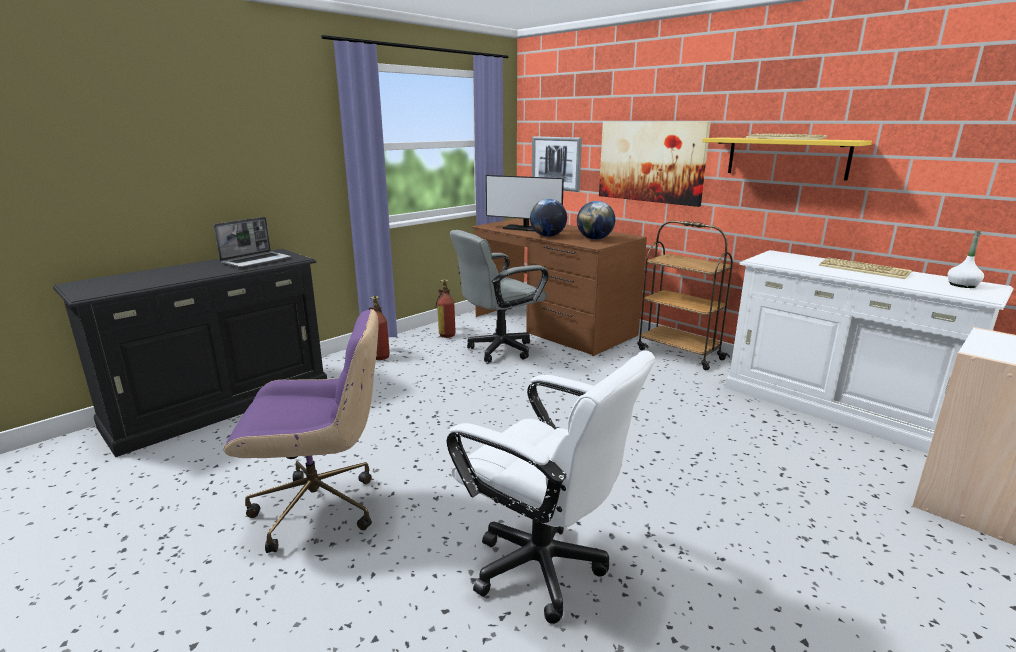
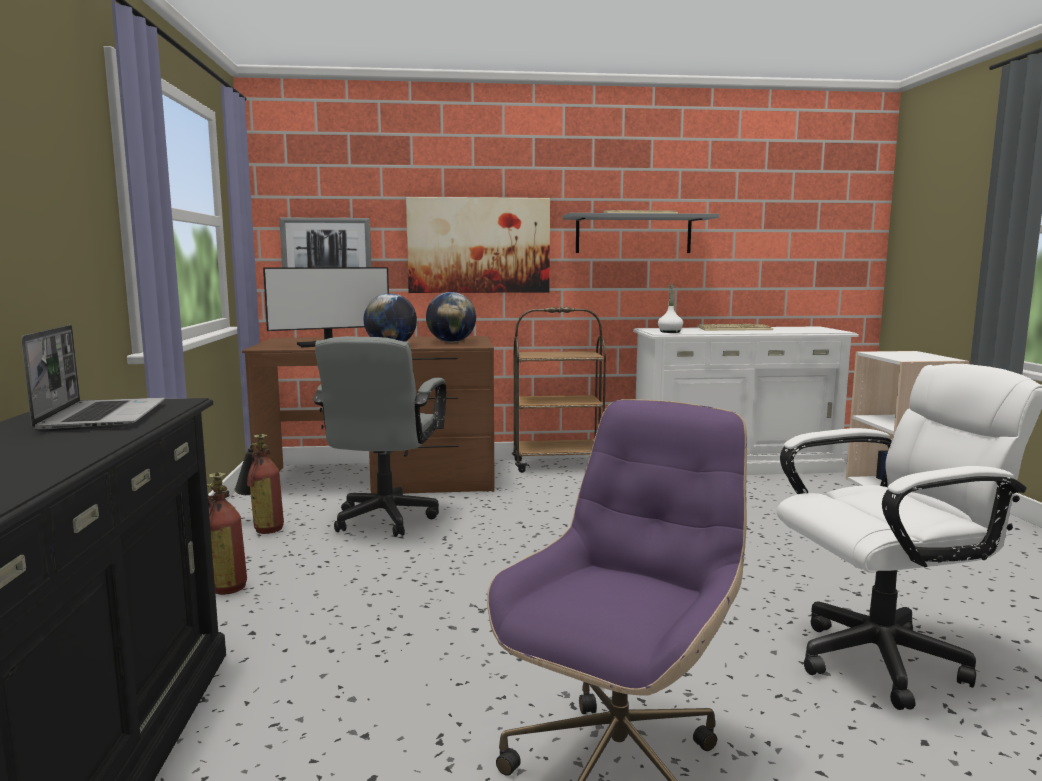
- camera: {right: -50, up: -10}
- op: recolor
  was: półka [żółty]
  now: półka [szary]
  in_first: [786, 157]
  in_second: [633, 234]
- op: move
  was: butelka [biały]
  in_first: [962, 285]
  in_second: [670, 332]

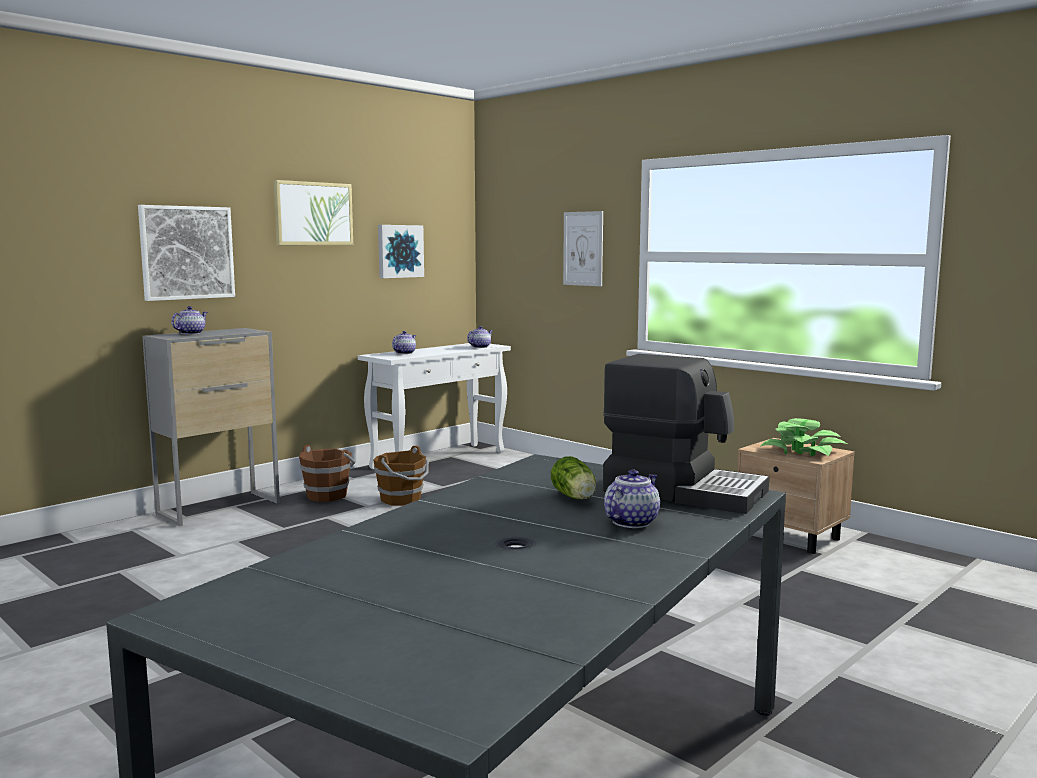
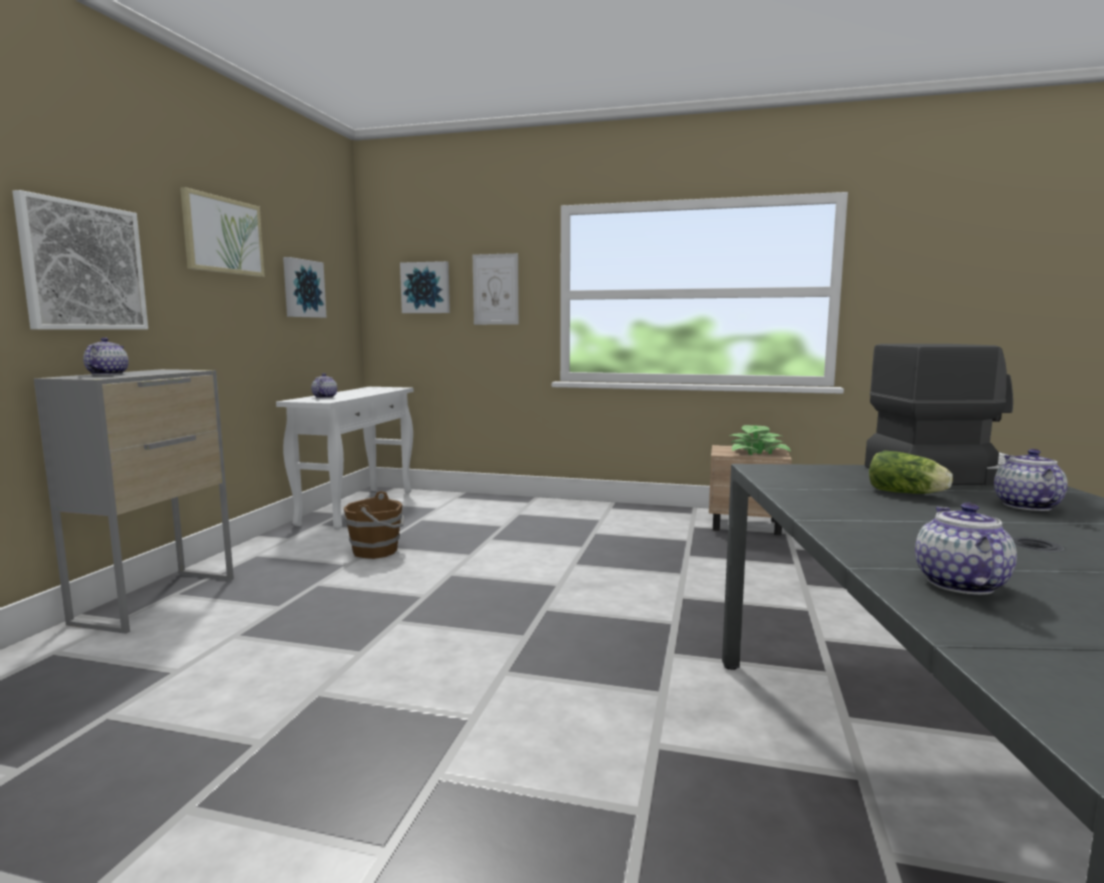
- camera: {right: -30, up: 0}
- op: delete
  was: wiadro [brązowy]
  in_first: [327, 495]
- op: move
  was: imbryk
  in_first: [480, 347]
  in_second: [958, 583]
- op: insert
  now: obraz
  in_second: [426, 288]

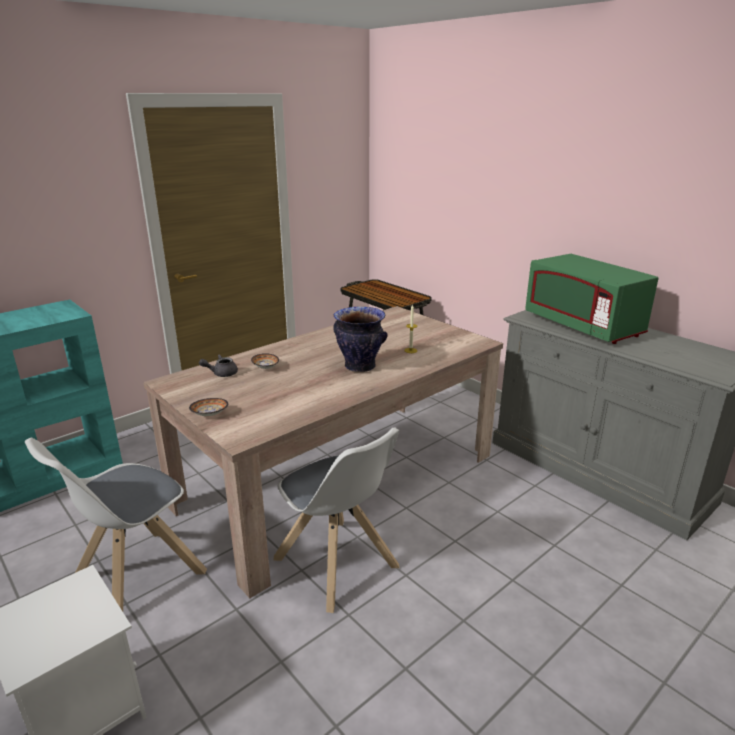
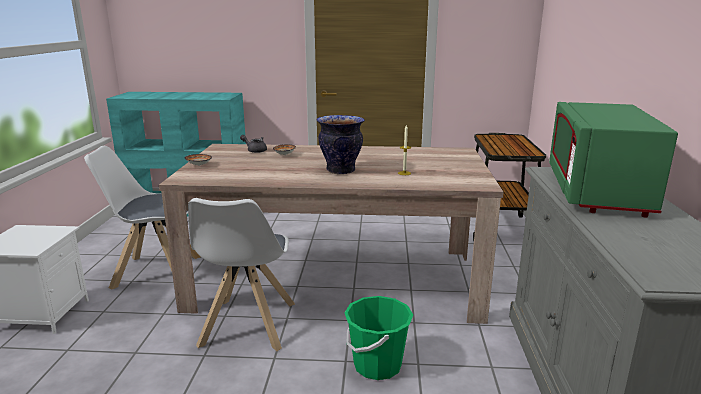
- camera: {right: 45, up: -5}
- op: insert
  now: wiadro [zielony]
  in_second: [377, 365]

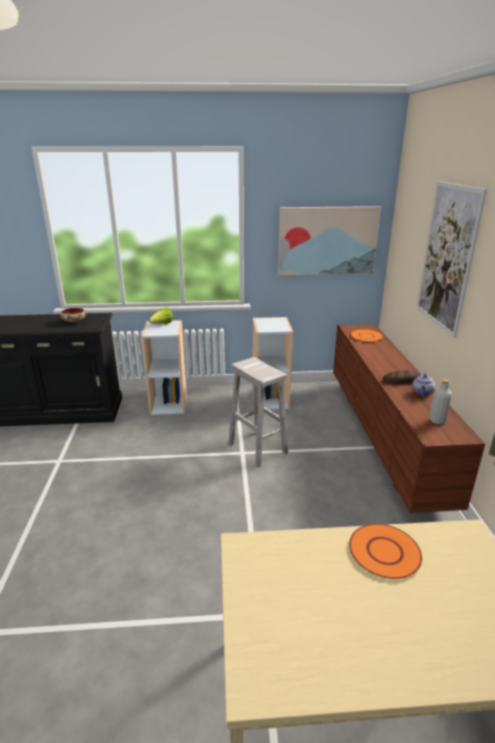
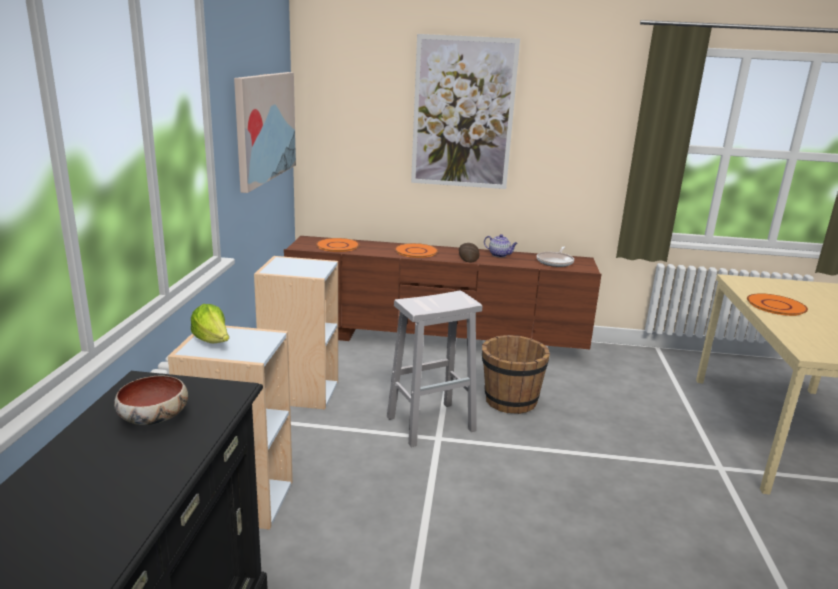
- camera: {right: -80, up: -5}
- op: replace
  was: butelka [szary]
  now: patelnia
  in_first: [437, 420]
  in_second: [555, 262]
- op: insert
  now: talerz [pomarańczowy]
  in_second: [416, 251]
- op: insert
  now: wiadro [brązowy]
  in_second: [510, 401]

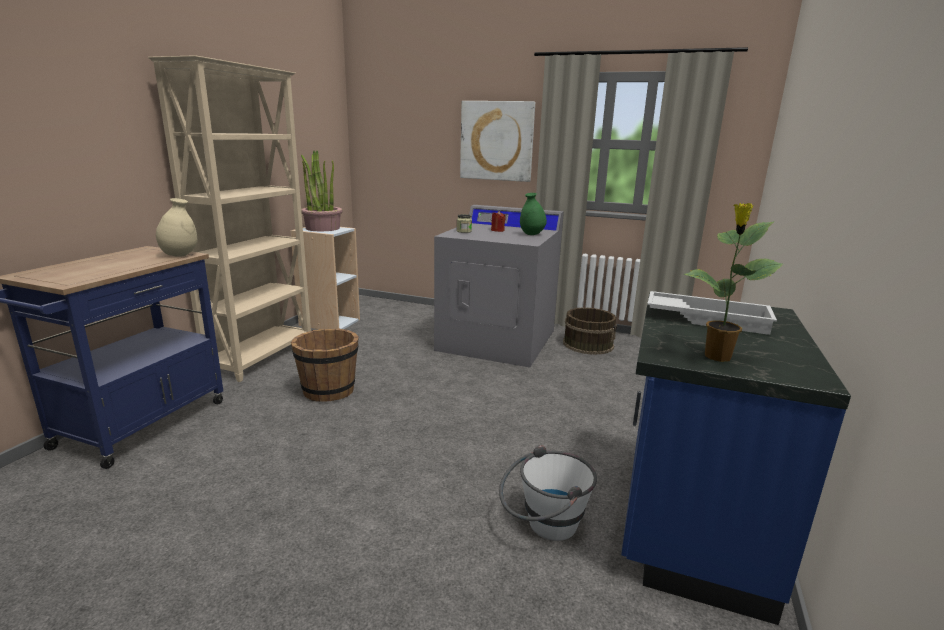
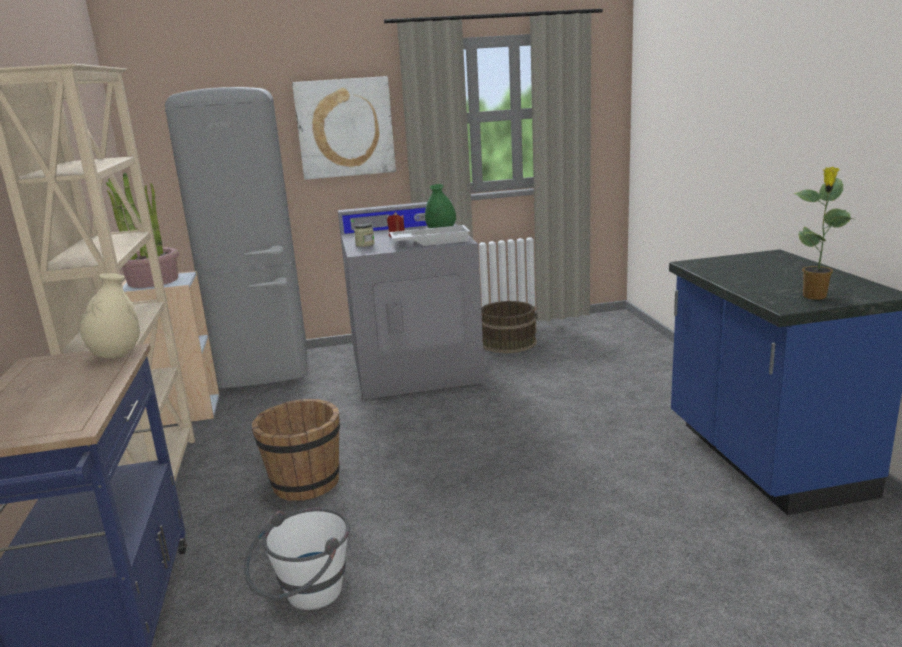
- camera: {right: -30, up: 0}
- op: move
  was: wiadro [biały]
  in_first: [543, 526]
  in_second: [306, 598]
- op: move
  was: taca [biały]
  in_first: [707, 319]
  in_second: [430, 241]
- op: insert
  now: lodówka [szary]
  in_second: [265, 369]

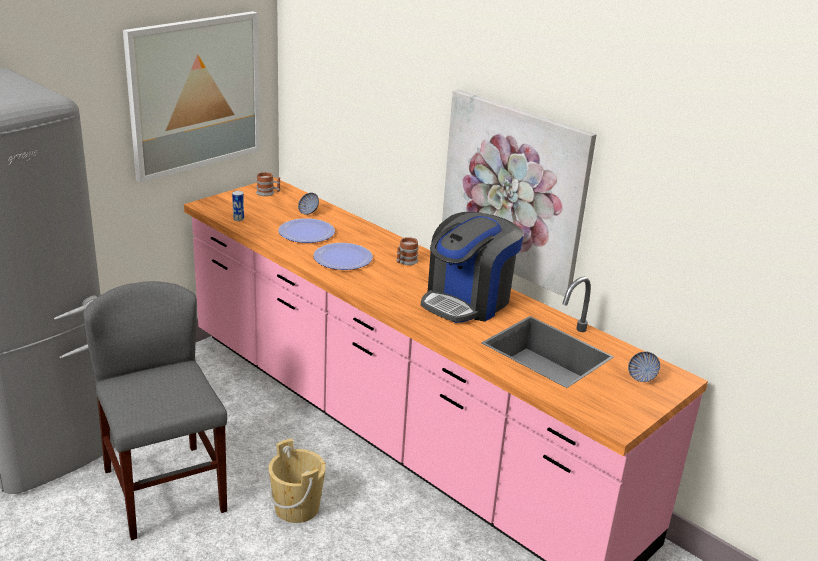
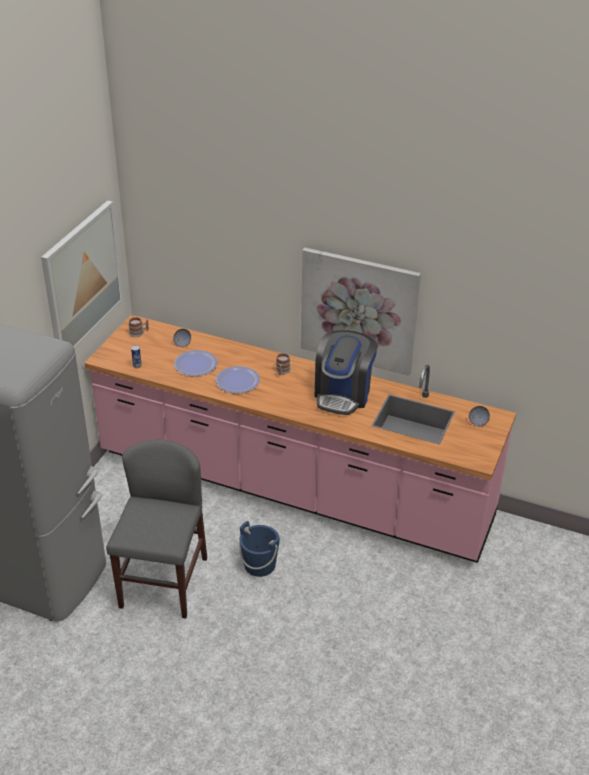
- camera: {right: -20, up: 10}
- op: rotate
  was: krzesło [szary]
  in_first: [165, 490]
  in_second: [163, 582]
  clockwise: 60
- op: recolor
  was: wiadro [beżowy]
  now: wiadro [niebieski]
  in_first: [297, 507]
  in_second: [259, 565]

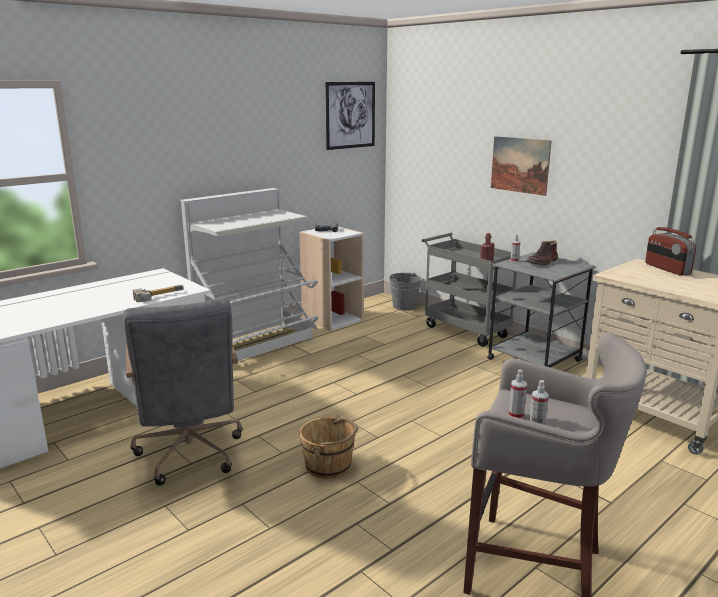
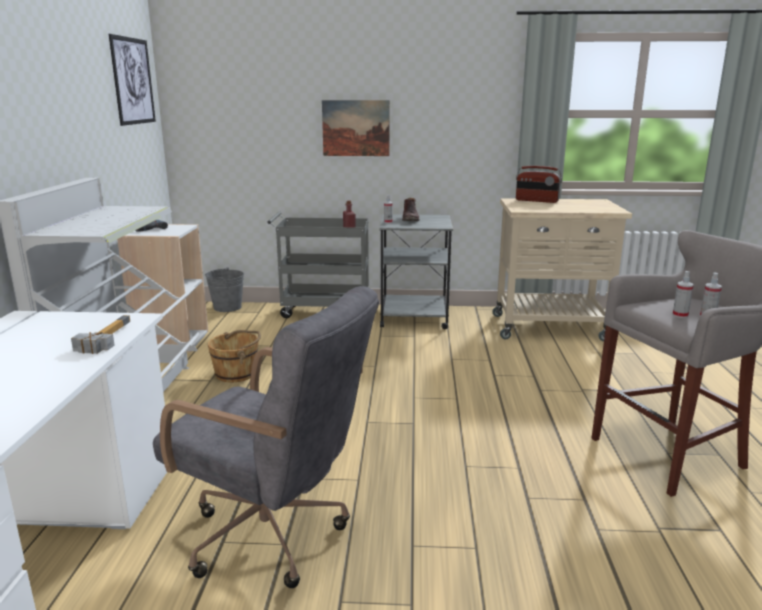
- camera: {right: -45, up: 0}
- op: move
  was: wiadro [brązowy]
  in_first: [329, 466]
  in_second: [237, 373]

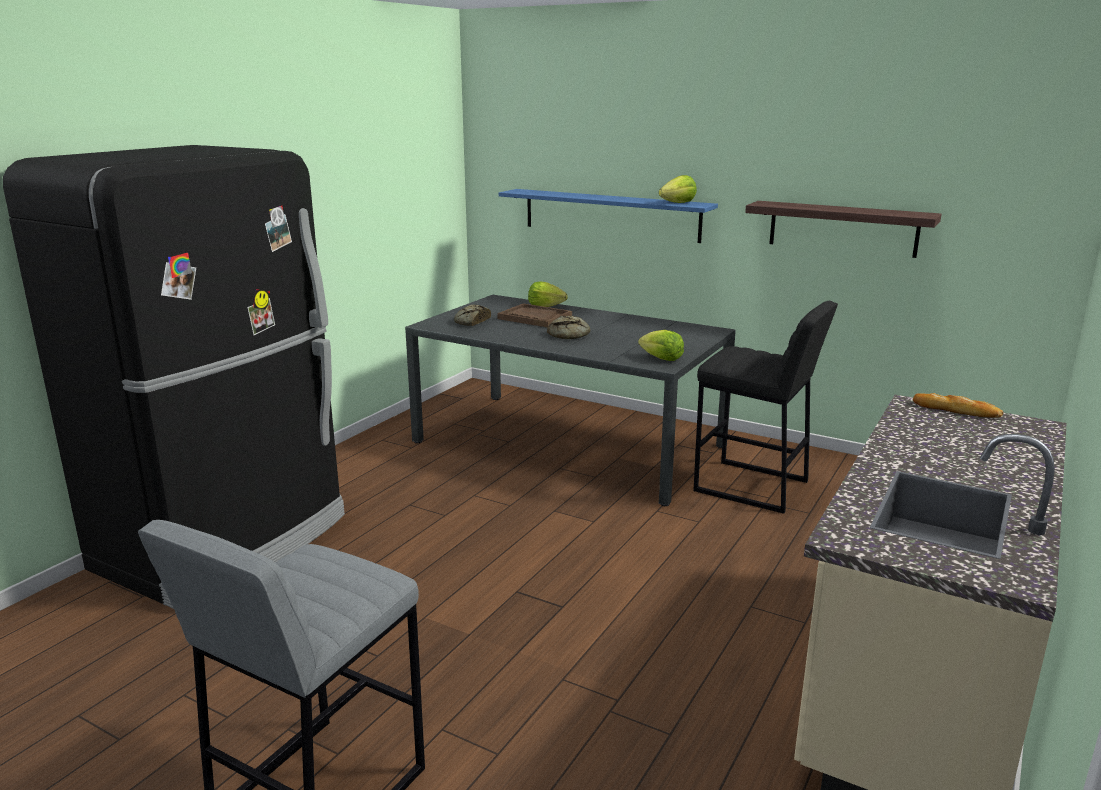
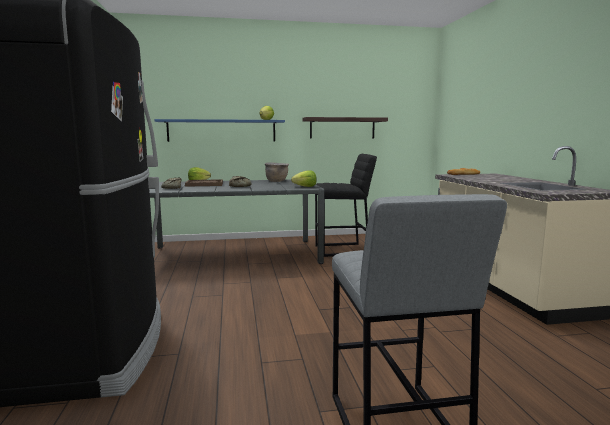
- camera: {right: -40, up: -10}
- op: insert
  now: garnek [brązowy]
  in_second: [276, 181]

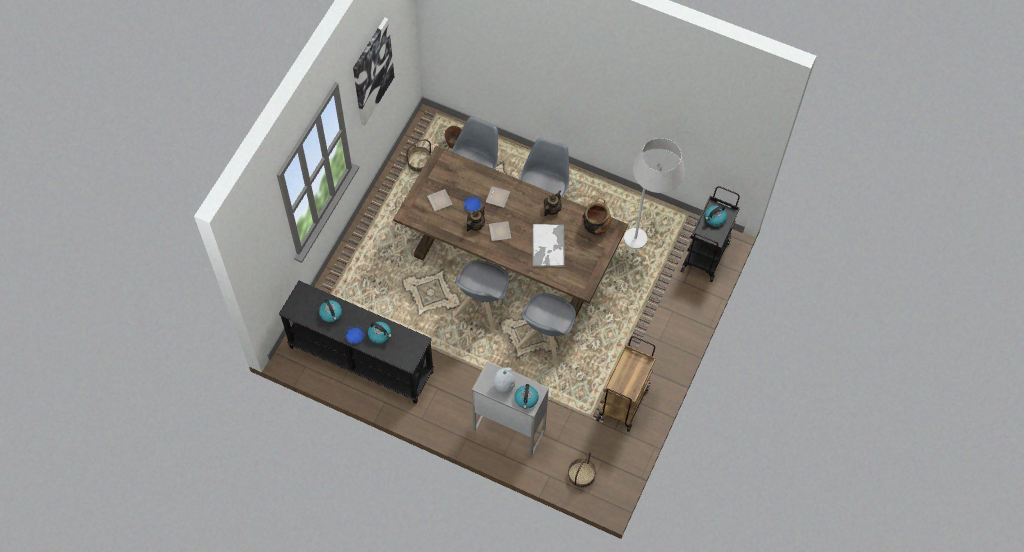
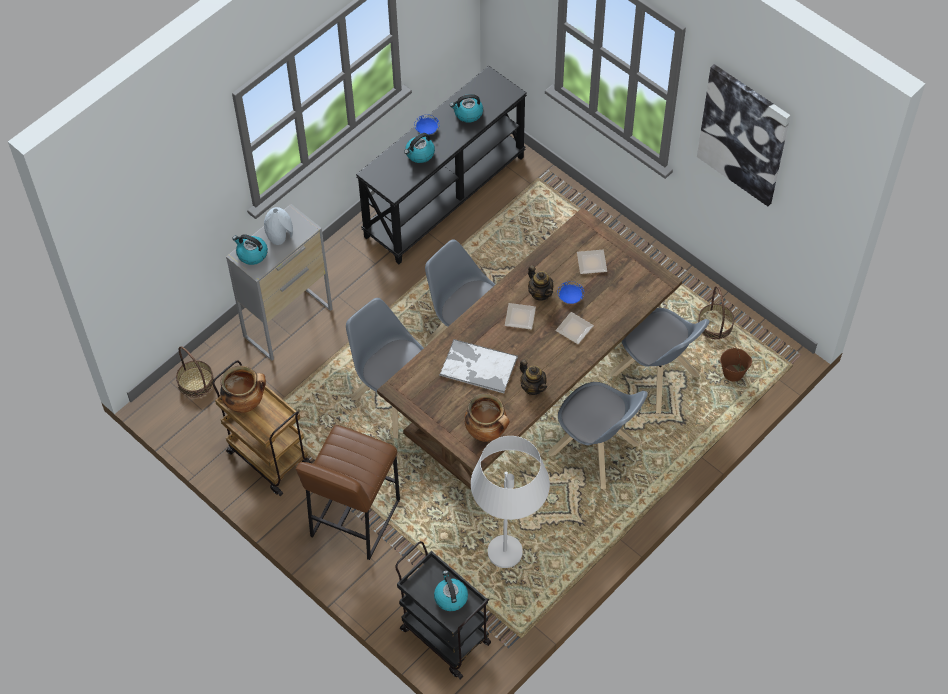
- camera: {right: 110, up: -5}
- op: insert
  now: garnek
  in_second: [245, 402]
- op: insert
  now: stołek [brązowy]
  in_second: [354, 519]

